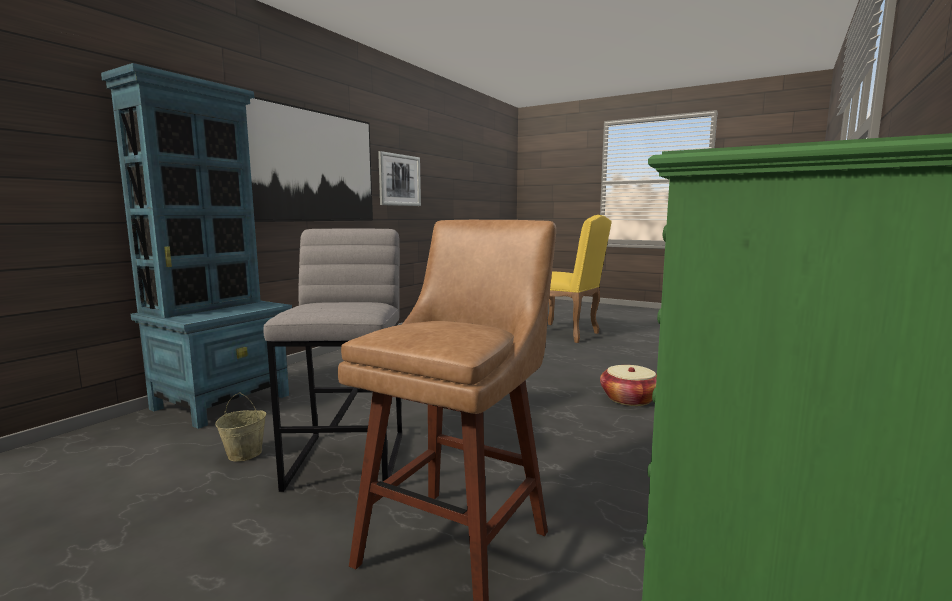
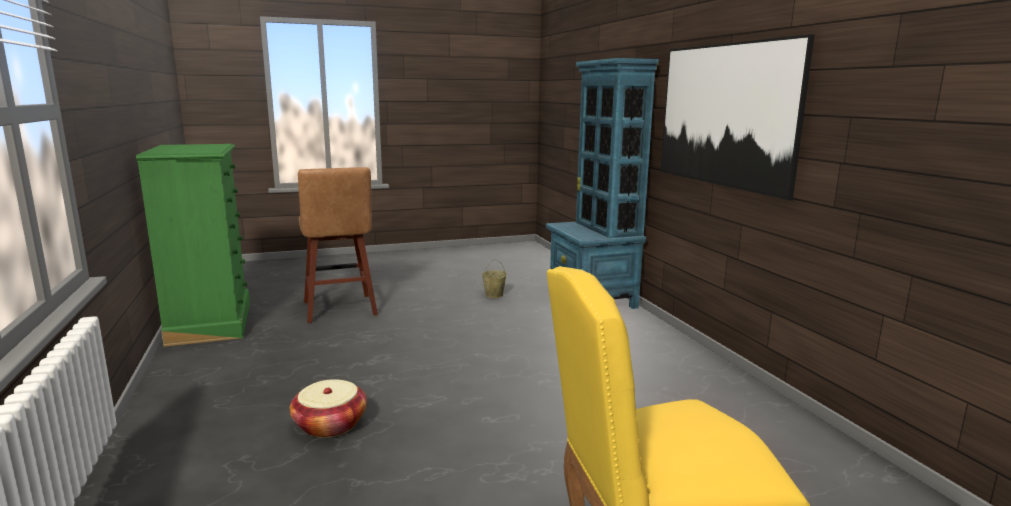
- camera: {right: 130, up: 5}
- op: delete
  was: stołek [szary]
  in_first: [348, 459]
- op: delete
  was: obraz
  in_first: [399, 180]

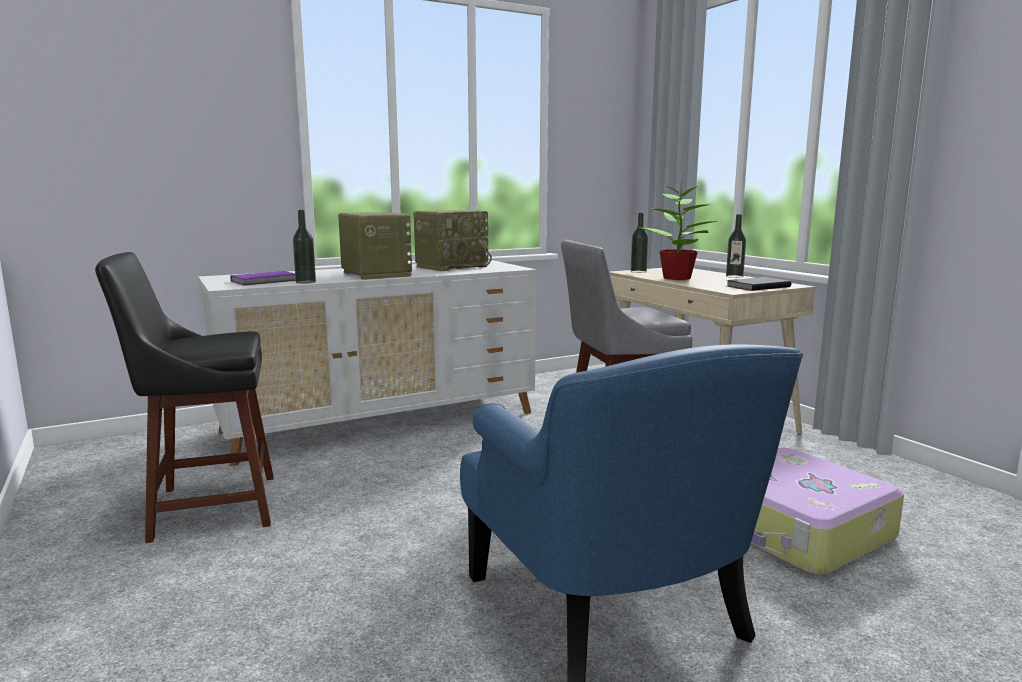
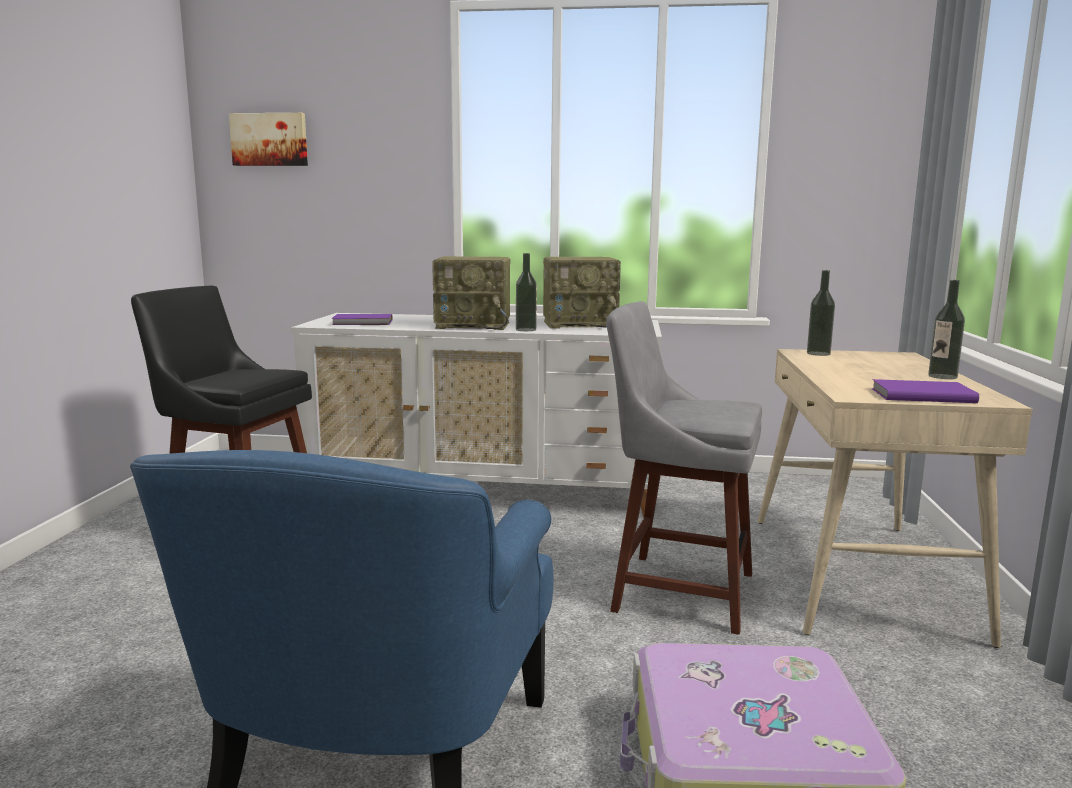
- camera: {right: 35, up: 0}
- op: move
  was: butelka
  in_first: [305, 282]
  in_second: [526, 329]
- op: rotate
  was: radio
  in_first: [375, 274]
  in_second: [474, 325]
  clockwise: 90
- op: delete
  was: roślina doniczkowa
  in_first: [677, 278]
- op: recolor
  was: książka [czarny]
  now: książka [fioletowy]
  in_first: [756, 286]
  in_second: [920, 395]
- op: insert
  now: obraz
  in_second: [270, 139]

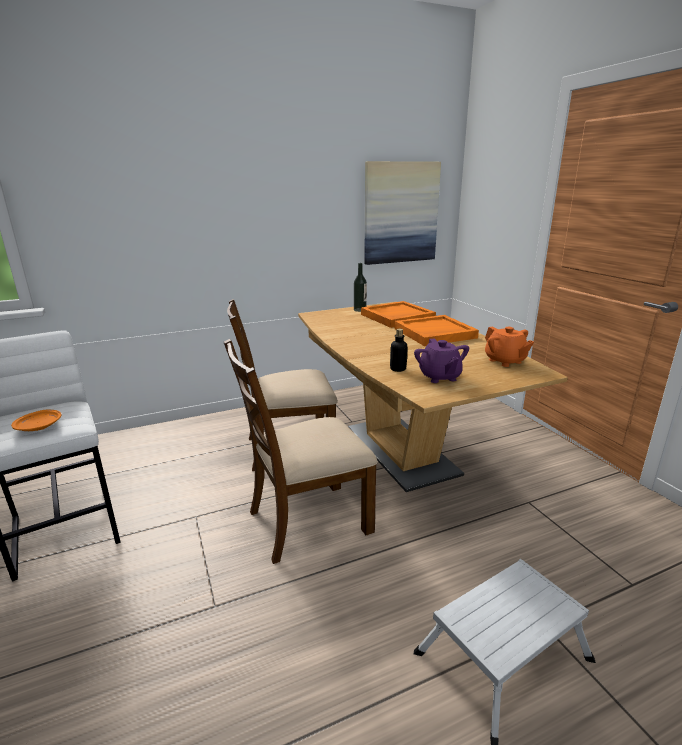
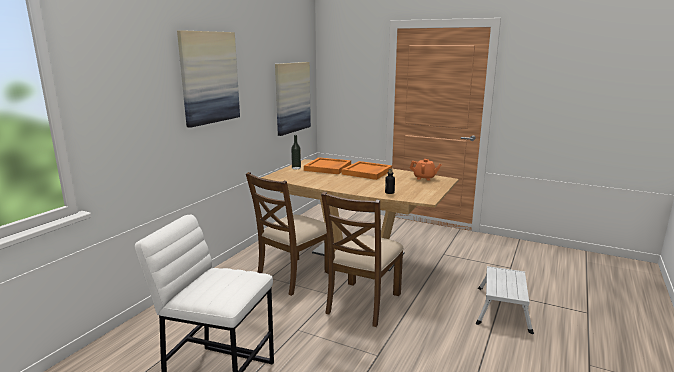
- camera: {right: -40, up: -5}
- op: delete
  was: talerz [pomarańczowy]
  in_first: [40, 427]
- op: delete
  was: imbryk [fioletowy]
  in_first: [439, 377]
- op: insert
  now: obraz
  in_second: [209, 77]

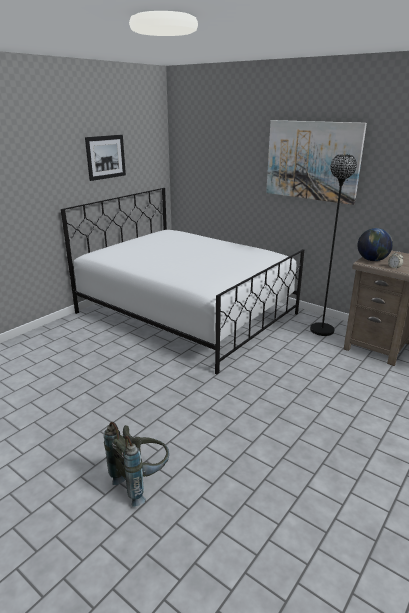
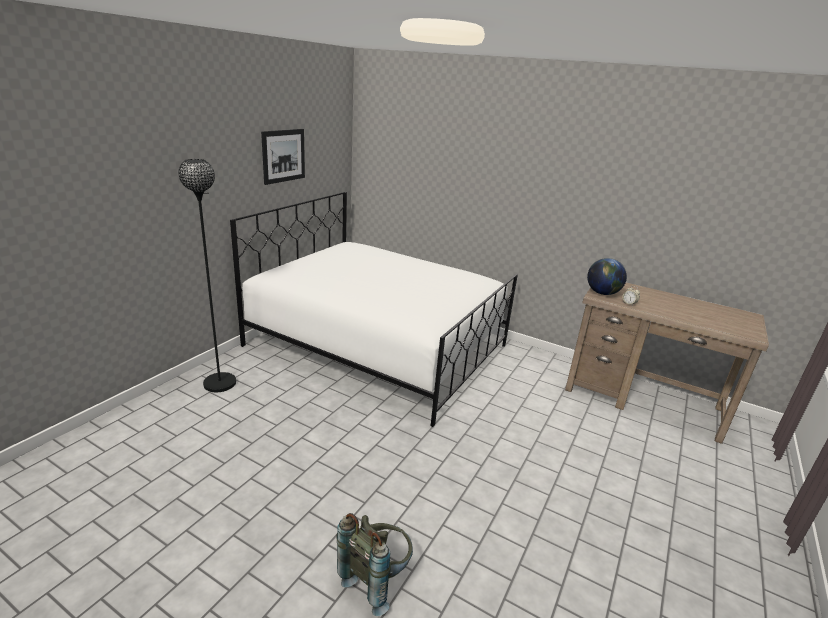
- camera: {right: -10, up: 0}
- op: delete
  was: obraz
  in_first: [312, 161]
- op: move
  was: lampa stojąca [czarny]
  in_first: [322, 330]
  in_second: [220, 383]

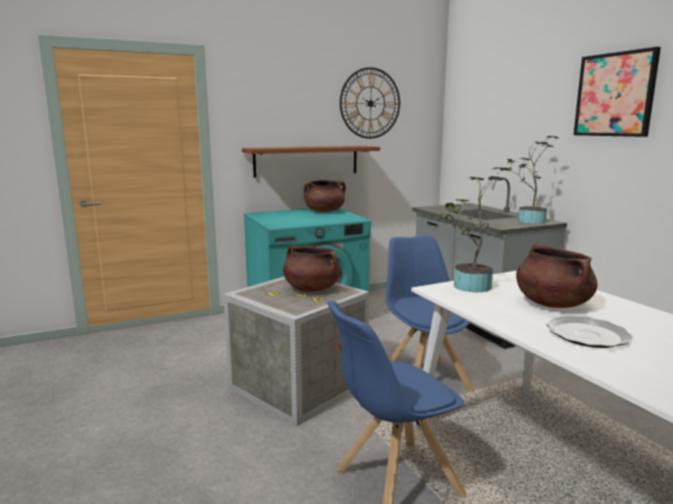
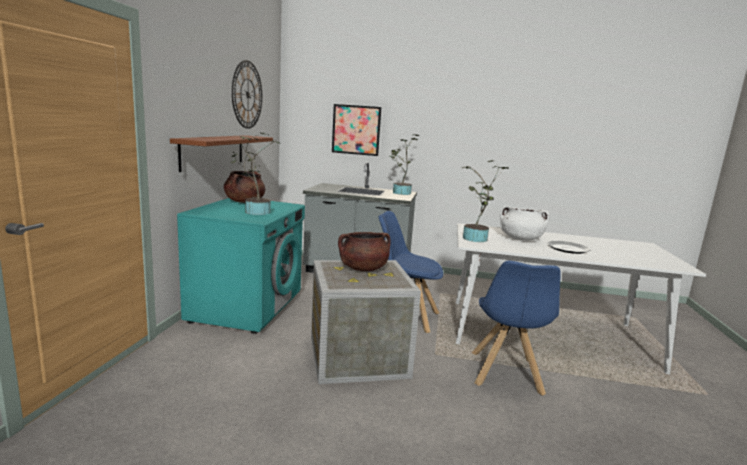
- camera: {right: -55, up: 0}
- op: recolor
  was: garnek [brązowy]
  now: garnek [biały]
  in_first: [552, 303]
  in_second: [520, 239]
- op: move
  was: obraz
  in_first: [615, 95]
  in_second: [356, 130]
- op: insert
  now: roślina doniczkowa
  in_second: [254, 212]

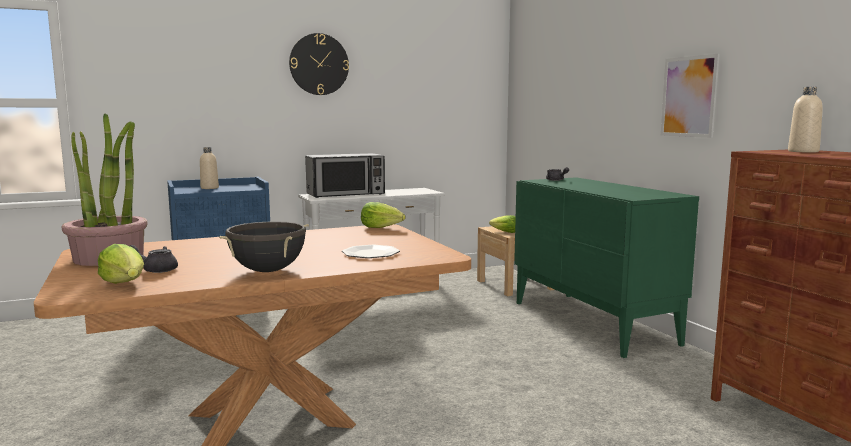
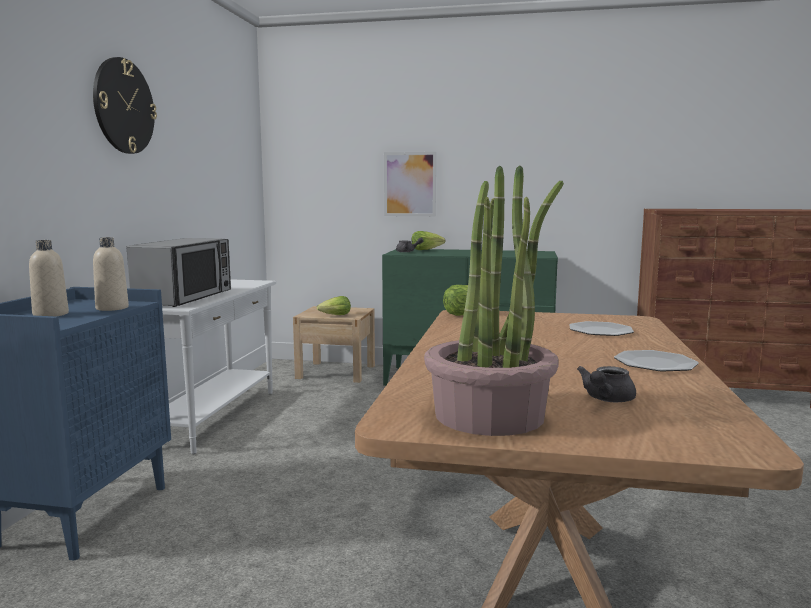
- camera: {right: -55, up: 0}
- op: move
  was: sałata
  in_first: [125, 283]
  in_second: [426, 250]
- op: replace
  was: garnek [czarny]
  now: talerz
  in_first: [268, 271]
  in_second: [655, 363]
- op: move
  was: obraz
  in_first: [689, 96]
  in_second: [410, 184]
- op: move
  was: butelka [beżowy]
  in_first: [803, 151]
  in_second: [112, 308]

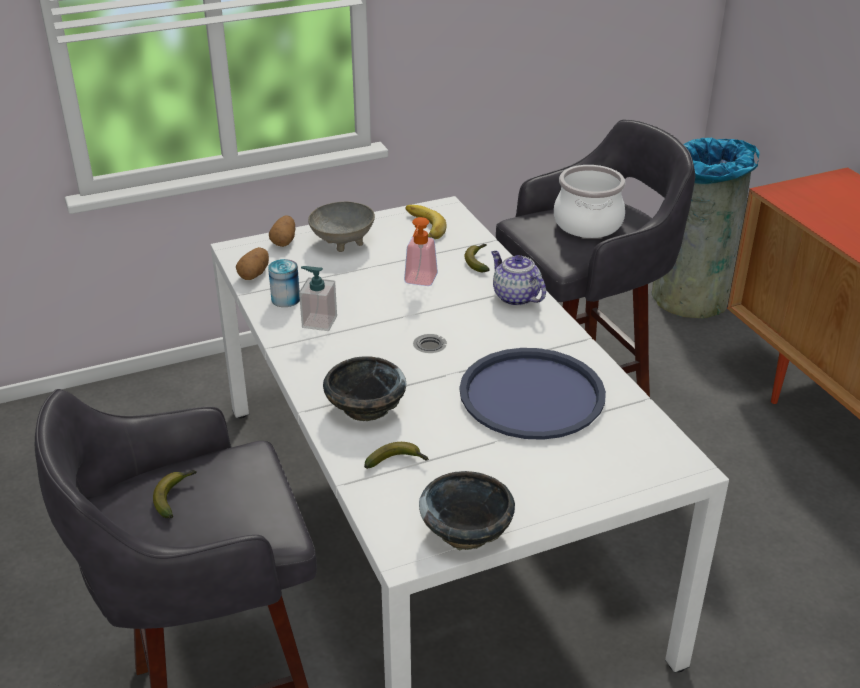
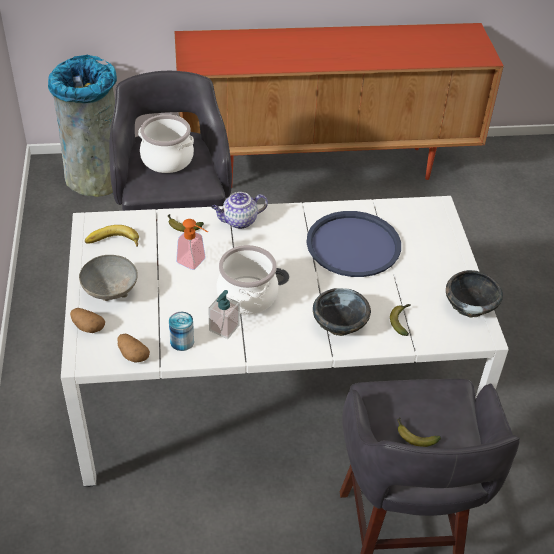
- camera: {right: -75, up: 10}
- op: insert
  now: garnek
  in_second: [248, 295]

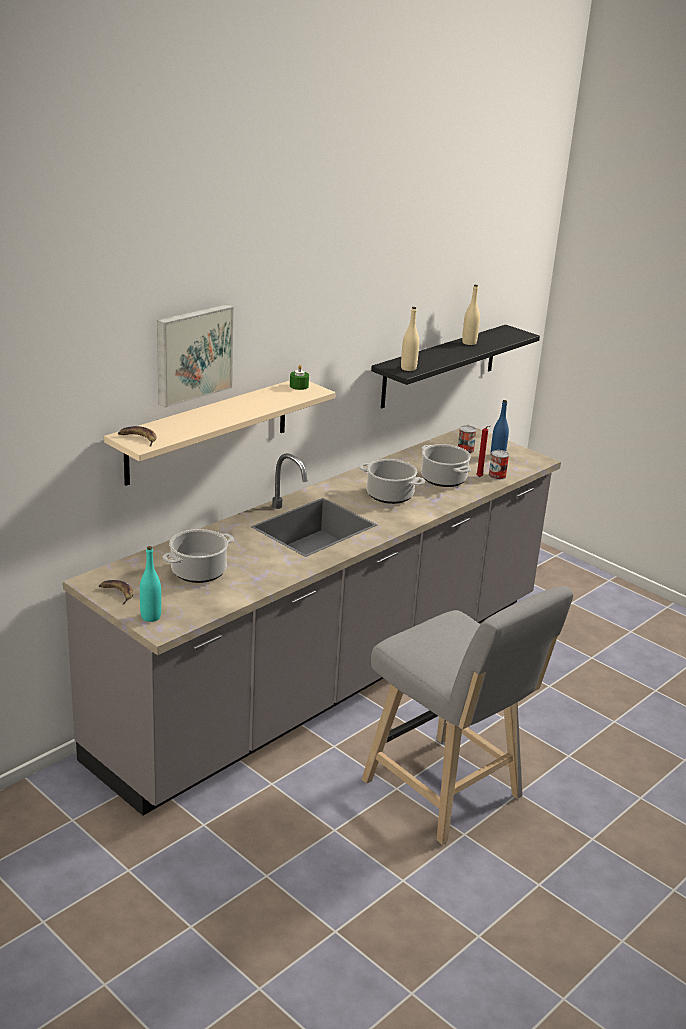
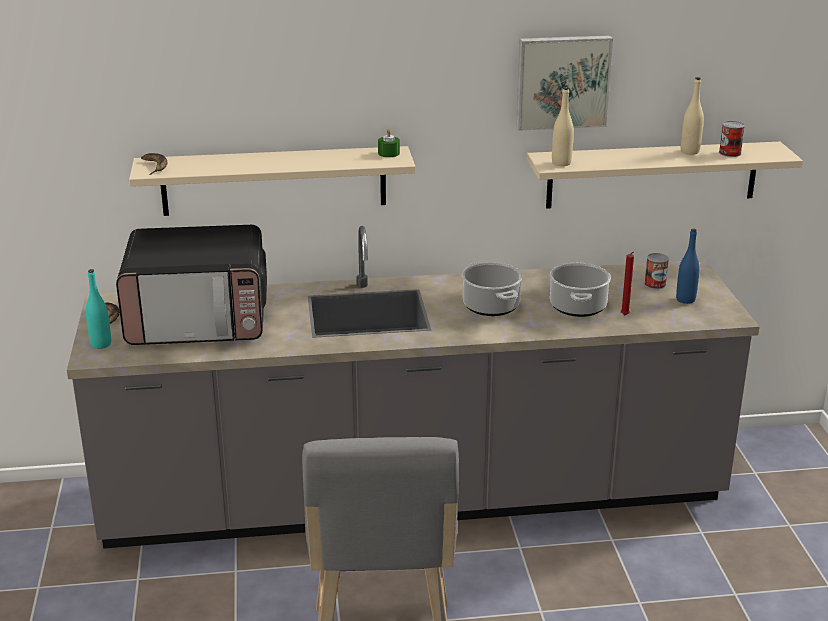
- camera: {right: 40, up: 0}
- op: move
  was: obraz
  in_first: [192, 353]
  in_second: [562, 81]
- op: replace
  was: garnek
  now: mikrofalówka
  in_first: [199, 571]
  in_second: [199, 320]
- op: recolor
  was: półka [czarny]
  now: półka [beżowy]
  in_first: [440, 366]
  in_second: [652, 175]
- op: move
  was: puszka
  in_first: [497, 475]
  in_second: [730, 153]

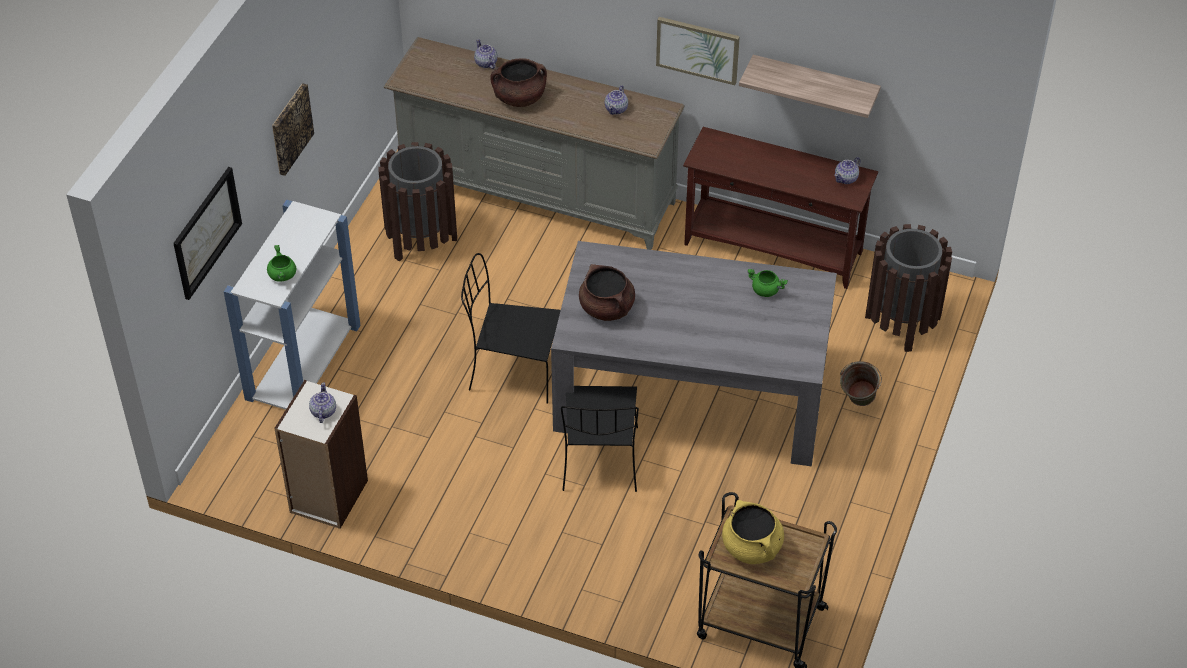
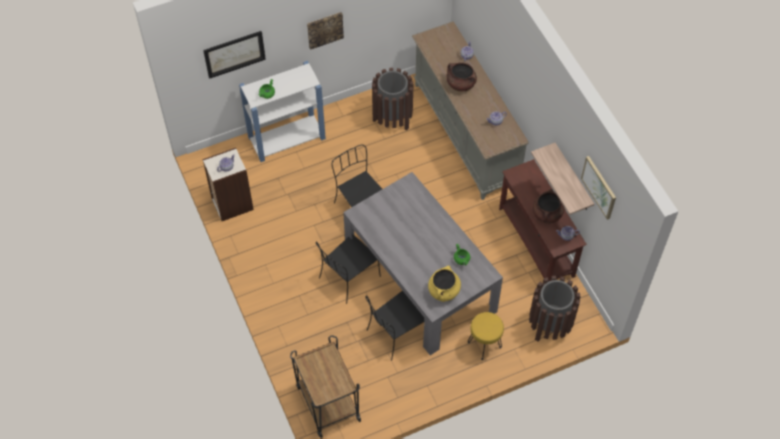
- camera: {right: 45, up: 10}
- op: move
  was: garnek [brązowy]
  in_first: [607, 308]
  in_second: [547, 214]
- op: move
  was: obraz
  in_first: [698, 49]
  in_second: [599, 187]
- op: move
  was: garnek [żółty]
  in_first: [752, 547]
  in_second: [444, 291]
- op: replace
  was: wiadro [zielony]
  now: stołek [żółty]
  in_first: [857, 403]
  in_second: [484, 345]
- op: insert
  now: krzesło [czarny]
  in_second: [396, 333]

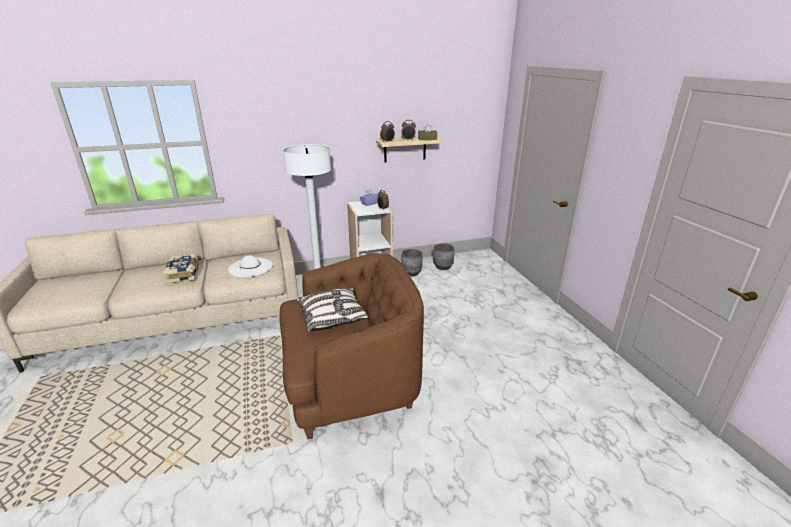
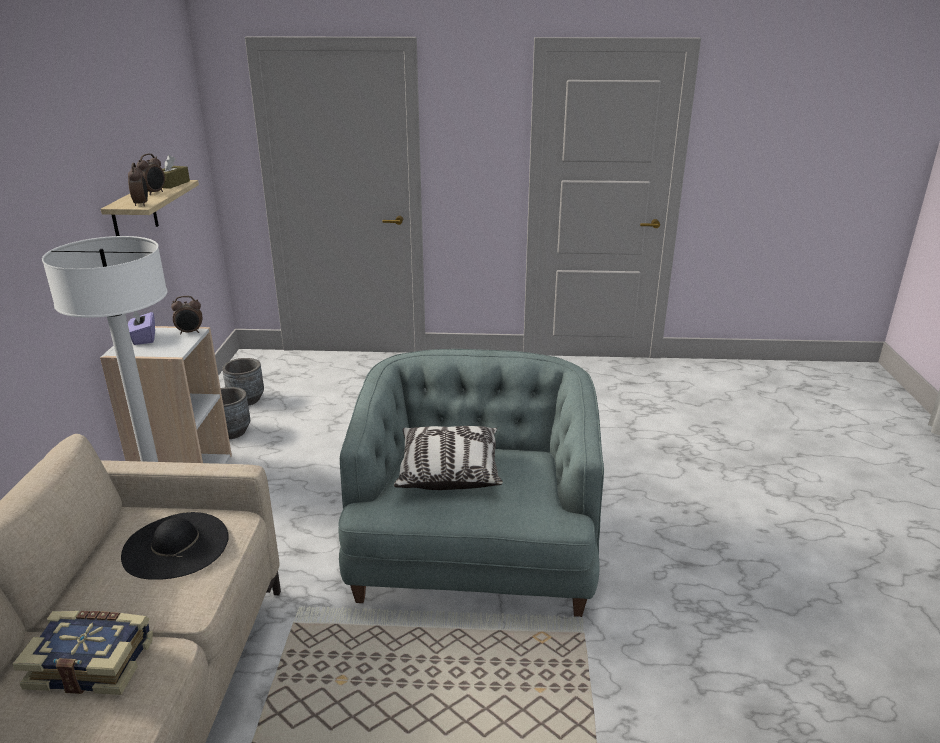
- camera: {right: -70, up: 0}
- op: recolor
  was: kapelusz [biały]
  now: kapelusz [czarny]
  in_first: [250, 267]
  in_second: [176, 545]
- op: recolor
  was: fotel [brązowy]
  now: fotel [szary]
  in_first: [349, 379]
  in_second: [474, 553]

